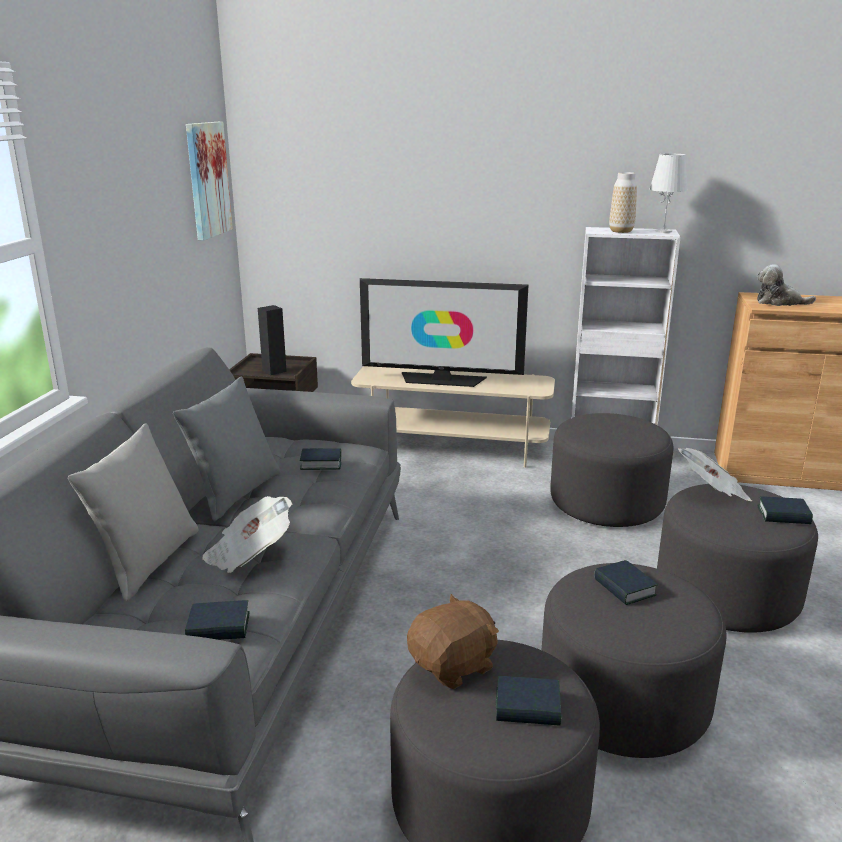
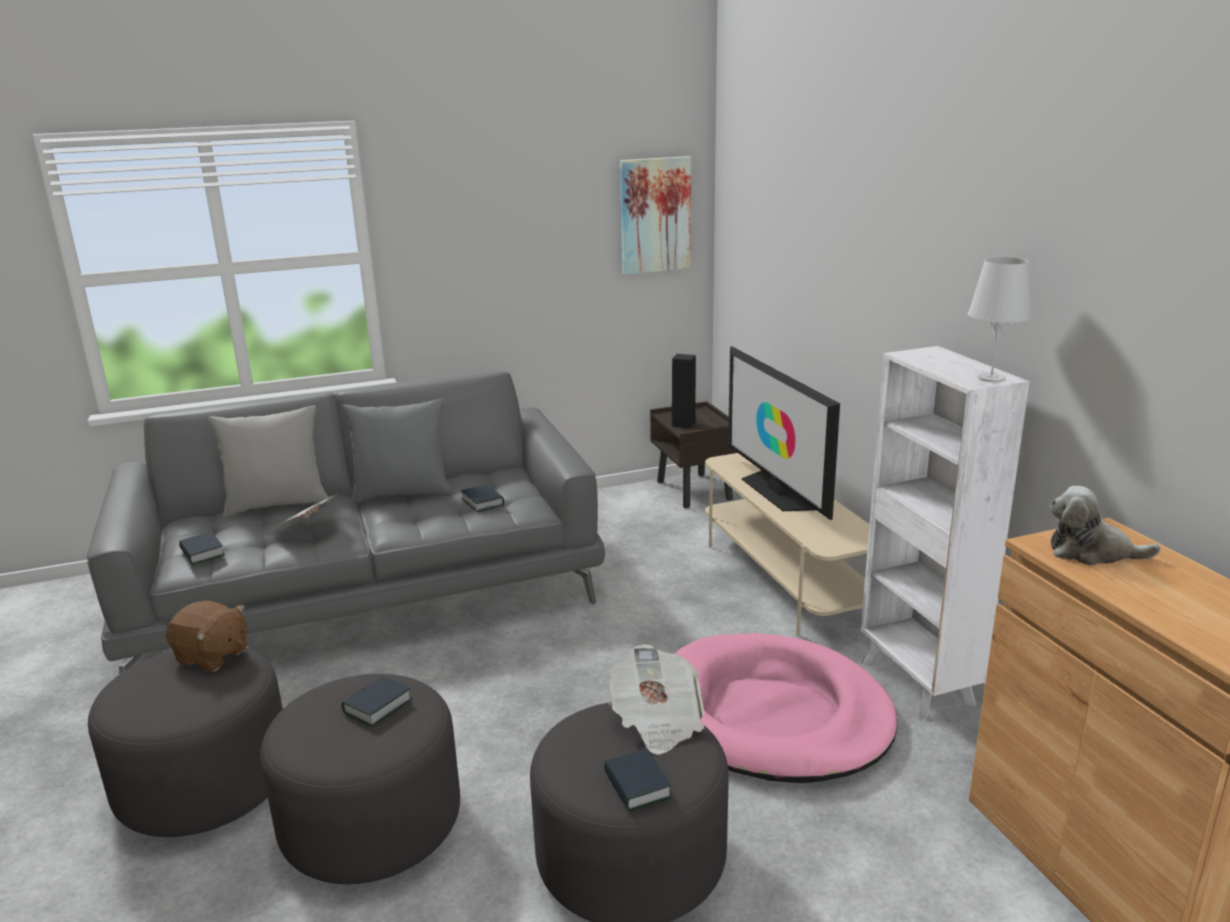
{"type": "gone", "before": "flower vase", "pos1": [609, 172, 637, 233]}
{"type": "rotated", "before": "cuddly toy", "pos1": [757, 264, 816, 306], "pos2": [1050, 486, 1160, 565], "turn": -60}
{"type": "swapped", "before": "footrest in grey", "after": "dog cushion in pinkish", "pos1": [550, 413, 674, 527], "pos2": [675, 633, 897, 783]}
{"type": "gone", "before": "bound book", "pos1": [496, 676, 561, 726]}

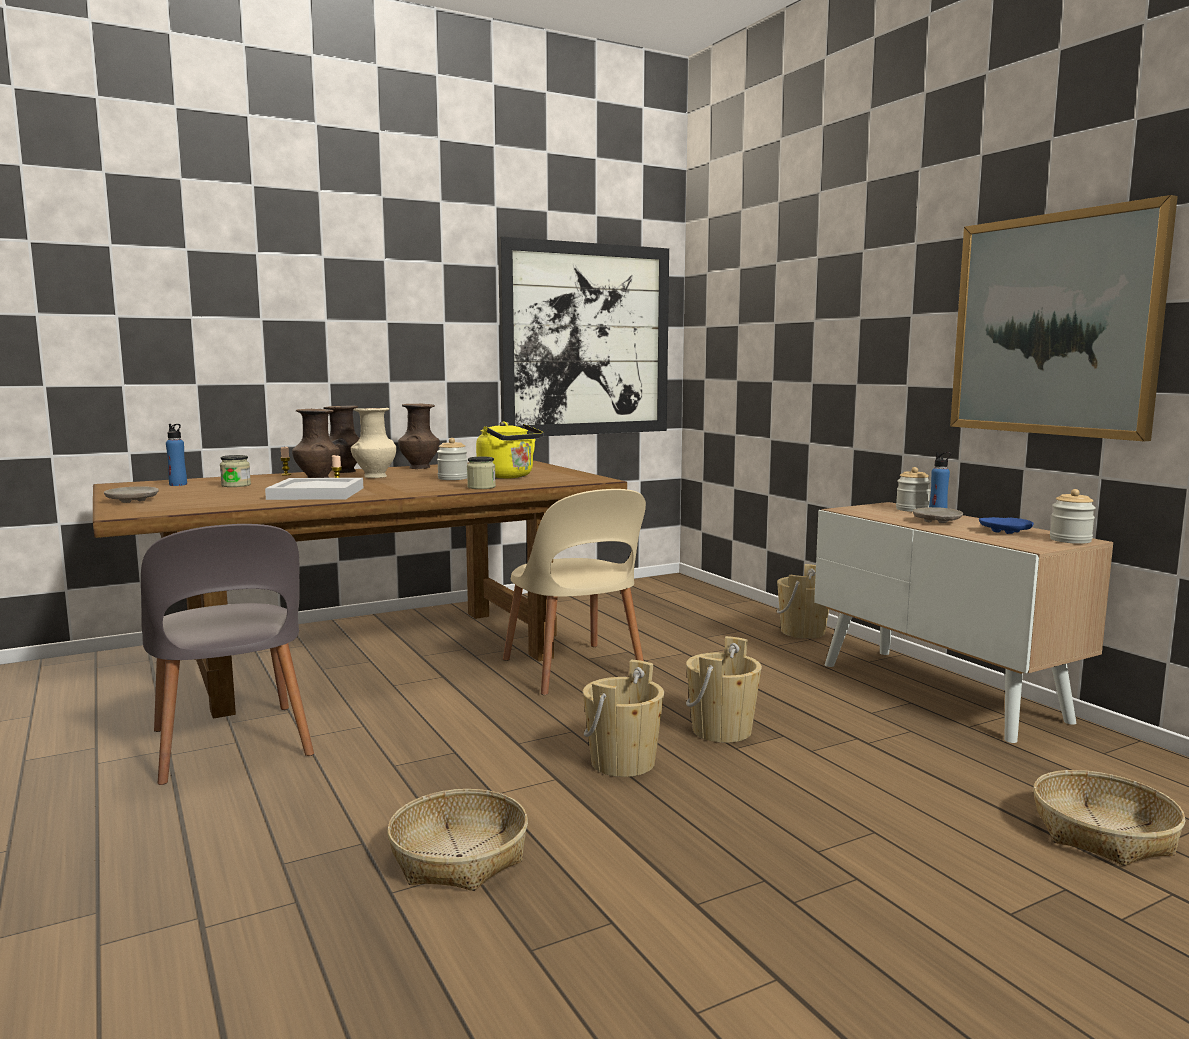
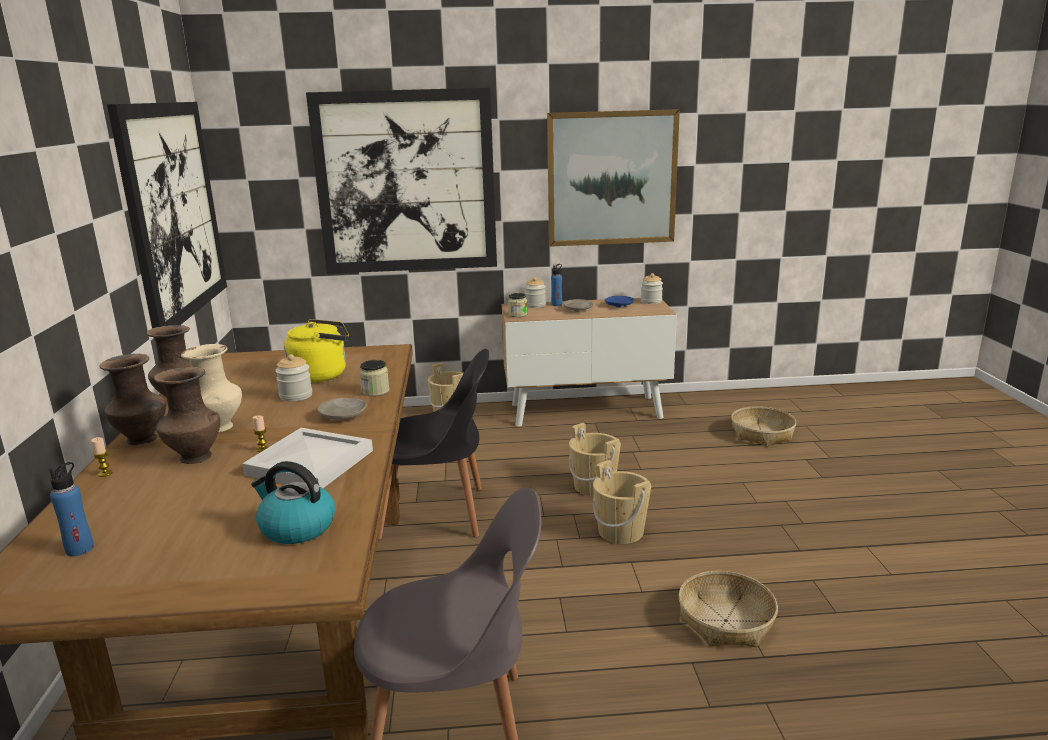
{"type": "shifted", "before": "preserve jar", "pos1": [220, 455, 251, 487], "pos2": [508, 293, 528, 317]}
{"type": "shifted", "before": "plate in beige", "pos1": [104, 486, 159, 503], "pos2": [317, 398, 367, 420]}
{"type": "repainted", "before": "upright chair in beige", "after": "upright chair in black", "pos1": [503, 489, 646, 695], "pos2": [378, 349, 489, 540]}
{"type": "new", "after": "wall picture", "pos2": [306, 88, 497, 274]}
{"type": "new", "after": "kettle", "pos2": [251, 461, 335, 544]}

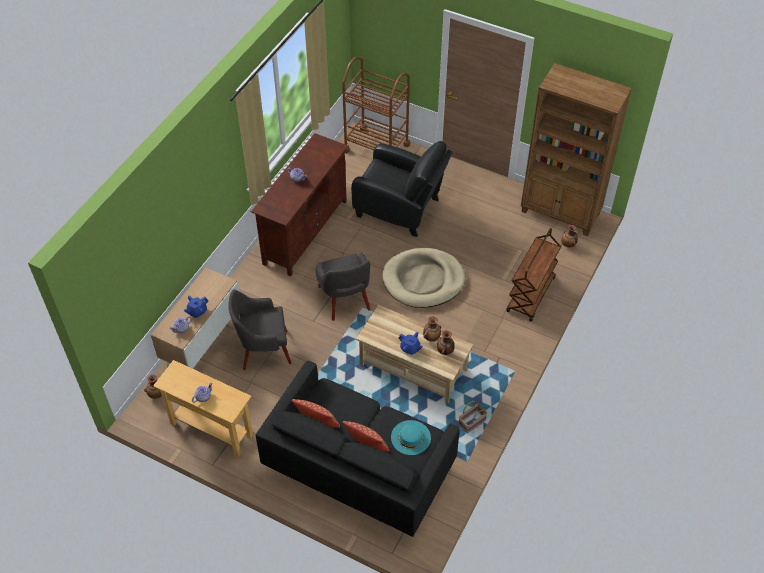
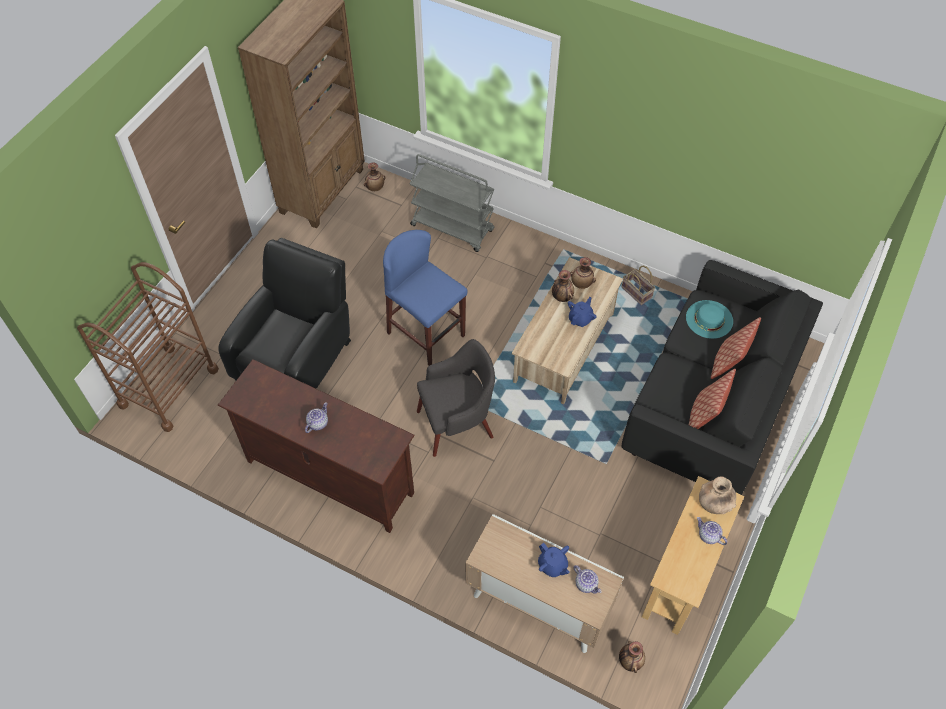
{"type": "repainted", "before": "wheeled cart in brown-coloured", "after": "wheeled cart in grey", "pos1": [506, 228, 561, 322], "pos2": [410, 154, 494, 252]}
{"type": "swapped", "before": "dog cushion in beige", "after": "stool in blue-coloured", "pos1": [382, 248, 465, 308], "pos2": [383, 230, 468, 366]}
{"type": "gone", "before": "lounge chair in grey", "pos1": [228, 290, 292, 370]}
{"type": "new", "after": "flower vase in brown-coloured", "pos2": [699, 476, 736, 514]}

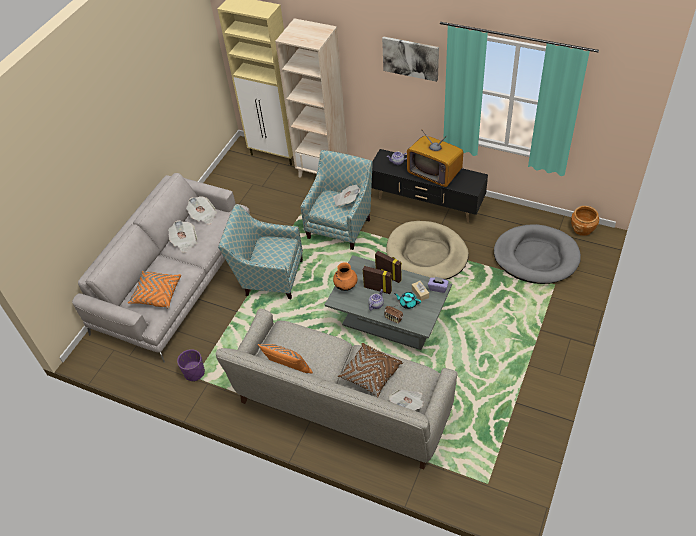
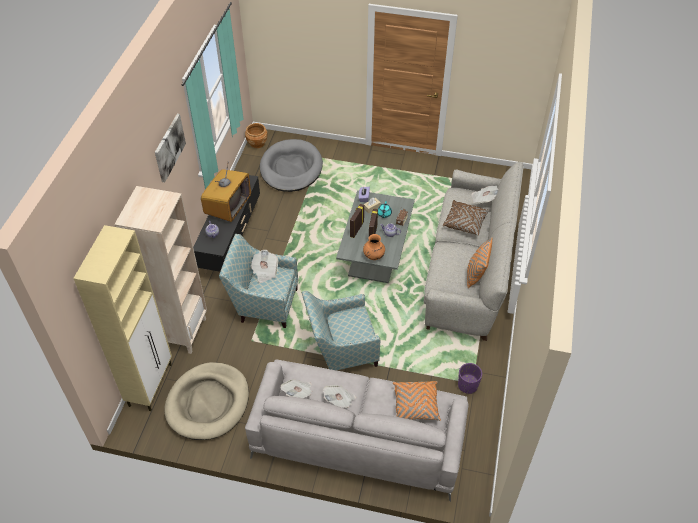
{"type": "rotated", "before": "lounge chair", "pos1": [218, 205, 303, 299], "pos2": [301, 291, 380, 371], "turn": 75}
{"type": "shifted", "before": "dog cushion in beige", "pos1": [386, 221, 469, 280], "pos2": [164, 362, 249, 440]}

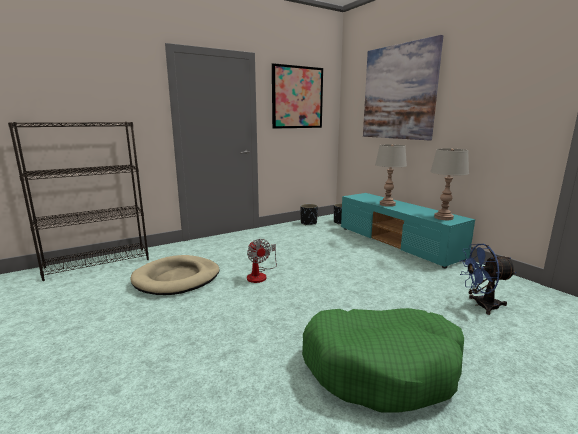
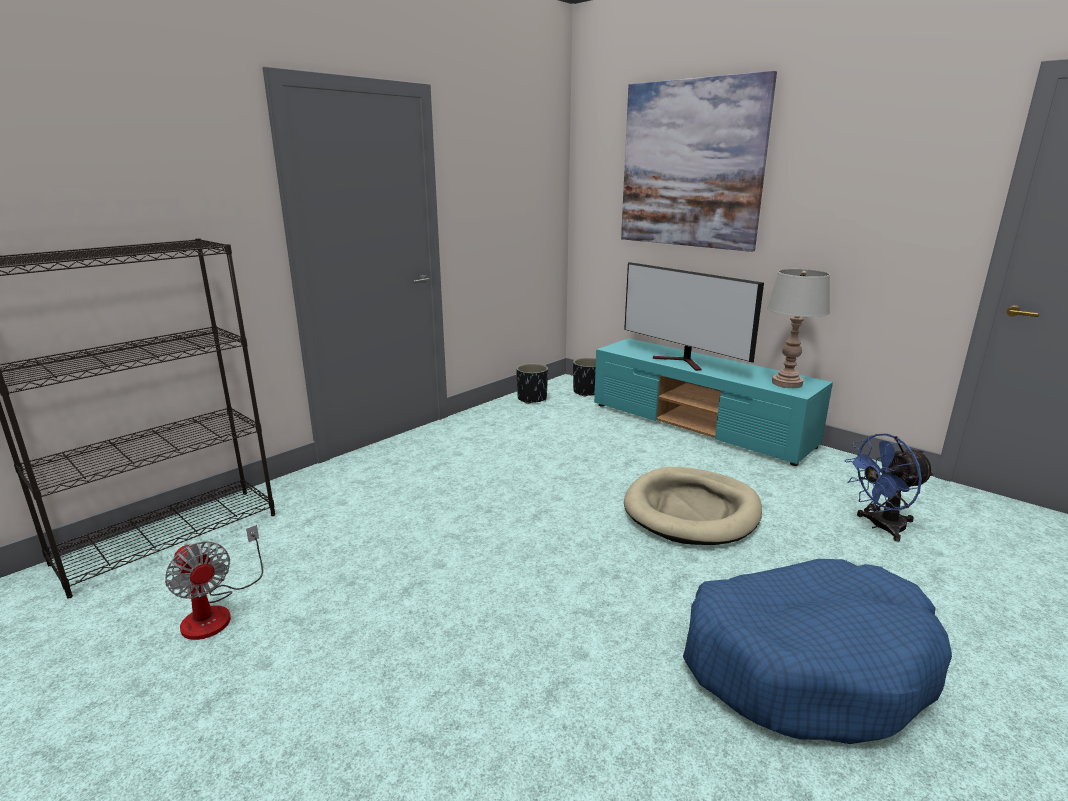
{"type": "gone", "before": "wall picture", "pos1": [272, 63, 323, 129]}
{"type": "swapped", "before": "tabletop lamp in grey", "after": "TV set", "pos1": [375, 144, 407, 207], "pos2": [624, 262, 764, 371]}
{"type": "shifted", "before": "fan", "pos1": [247, 239, 277, 283], "pos2": [165, 525, 263, 640]}
{"type": "shifted", "before": "dog cushion in beige", "pos1": [131, 255, 219, 295], "pos2": [624, 467, 762, 545]}
{"type": "repainted", "before": "dog cushion in greenish", "after": "dog cushion in blue-coloured", "pos1": [302, 308, 464, 412], "pos2": [683, 559, 952, 744]}

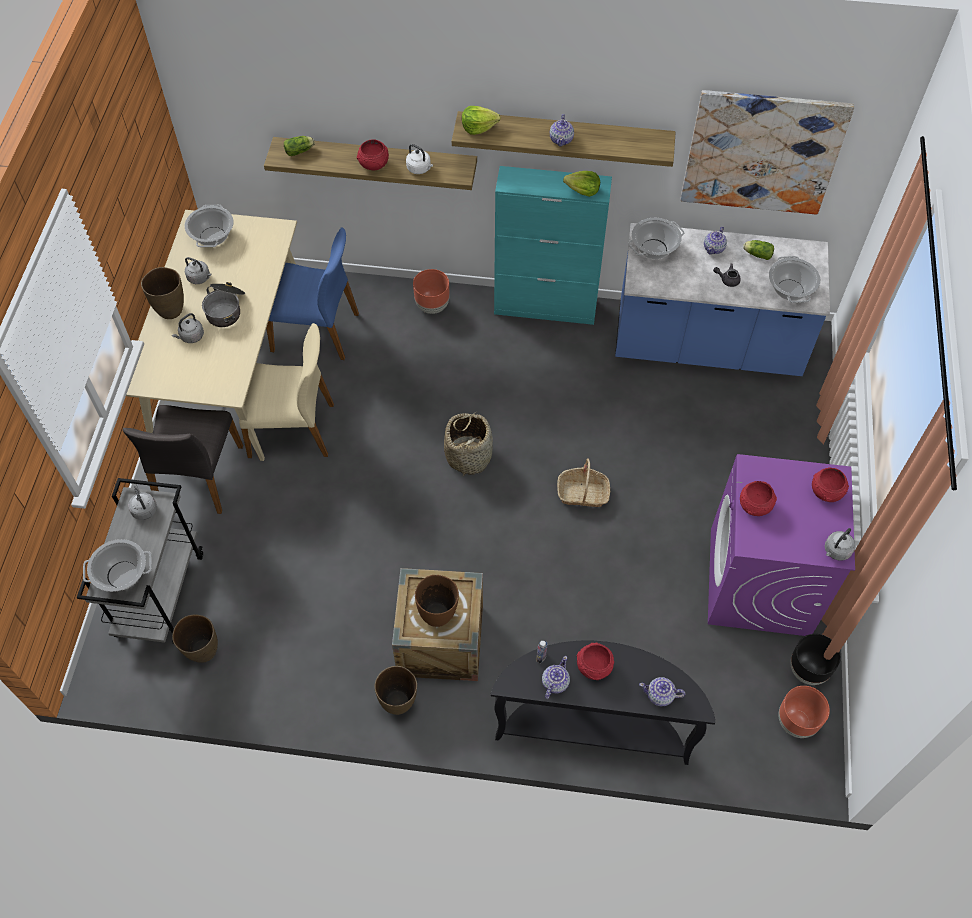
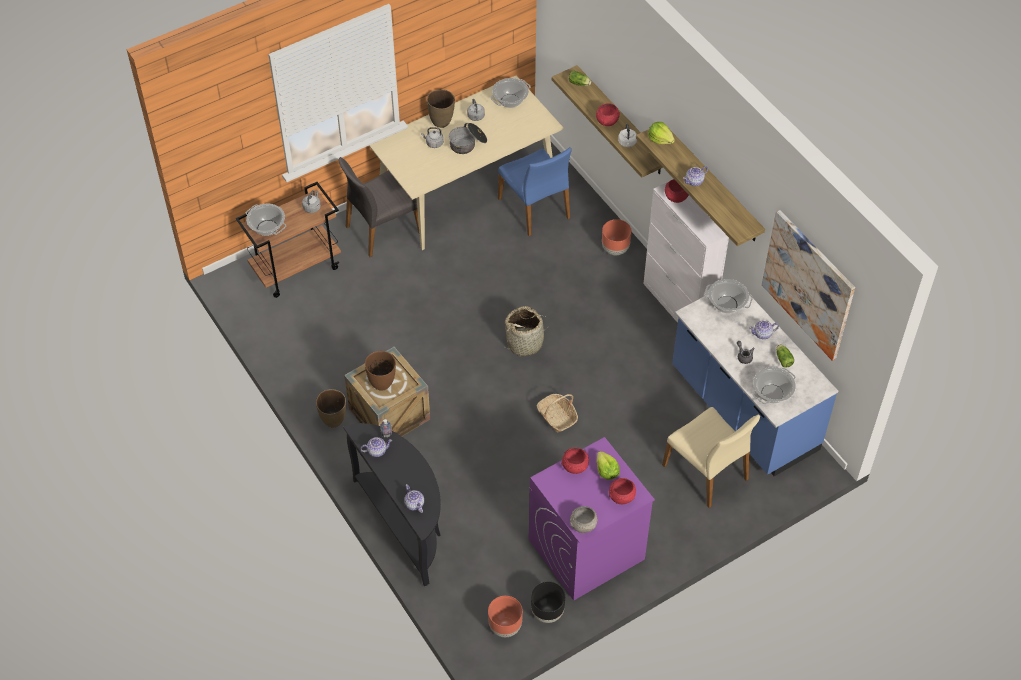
{"type": "repainted", "before": "cabinet in turquoise-coloured", "after": "cabinet in white", "pos1": [494, 166, 612, 325], "pos2": [643, 179, 729, 323]}
{"type": "shifted", "before": "lettuce", "pos1": [563, 171, 600, 197], "pos2": [597, 451, 620, 480]}
{"type": "shifted", "before": "upright chair in beige", "pos1": [239, 323, 334, 458], "pos2": [662, 407, 760, 508]}
{"type": "repainted", "before": "wheeled cart in grey", "after": "wheeled cart in brown-coloured", "pos1": [76, 478, 203, 644], "pos2": [236, 182, 341, 298]}
{"type": "swapped", "before": "kettle in grey", "after": "deep dish in grey", "pos1": [825, 528, 856, 560], "pos2": [570, 506, 598, 533]}
{"type": "gone", "before": "flower vase in brown-coloured", "pos1": [172, 614, 218, 663]}
{"type": "shifted", "before": "deep dish in red", "pos1": [577, 643, 614, 680], "pos2": [665, 179, 689, 203]}

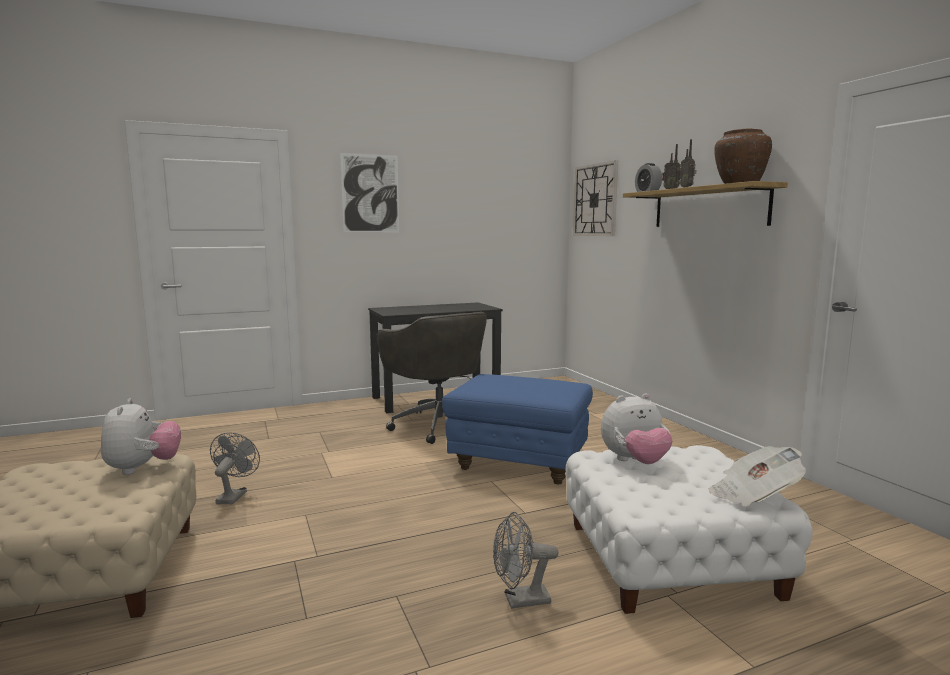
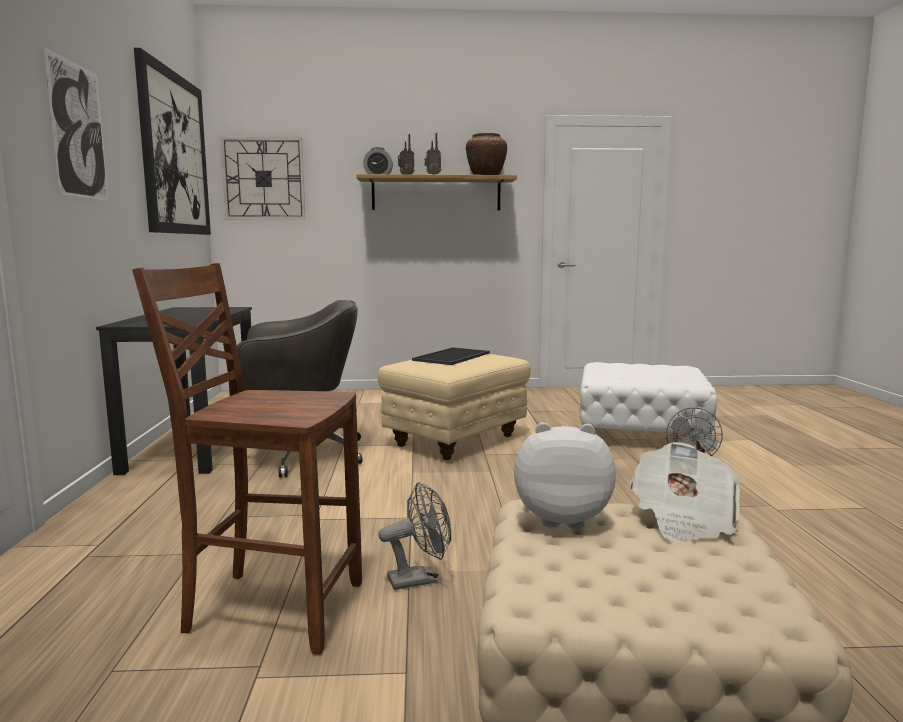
{"type": "repainted", "before": "footrest in blue-coloured", "after": "footrest in beige", "pos1": [442, 374, 593, 485], "pos2": [378, 354, 531, 460]}
{"type": "gone", "before": "cuddly toy", "pos1": [601, 394, 672, 464]}
{"type": "rotated", "before": "fan in grey", "pos1": [210, 432, 260, 504], "pos2": [378, 482, 451, 590], "turn": 135}
{"type": "shifted", "before": "newspaper", "pos1": [709, 446, 806, 507], "pos2": [630, 442, 741, 543]}
{"type": "new", "after": "wall picture", "pos2": [134, 48, 211, 235]}
{"type": "new", "after": "upright chair in brown-coloured", "pos2": [132, 263, 362, 655]}
{"type": "new", "after": "serving tray", "pos2": [412, 347, 490, 365]}

